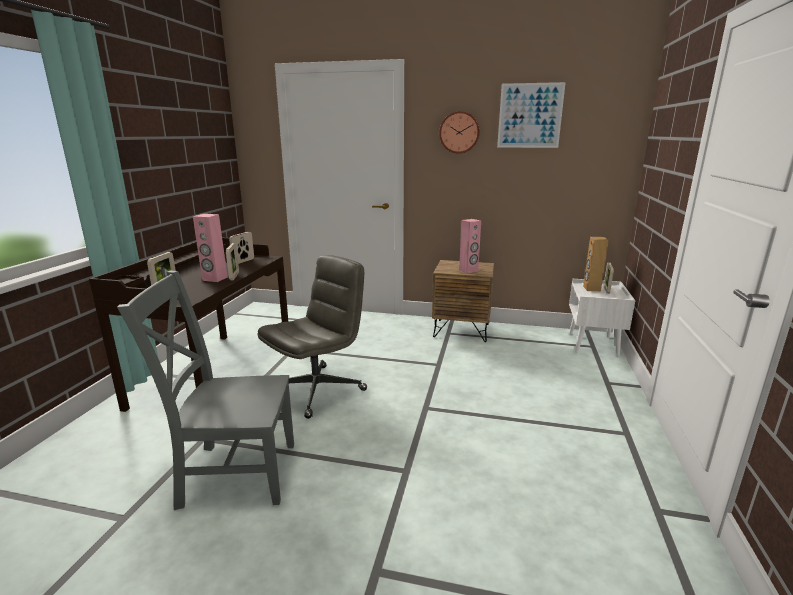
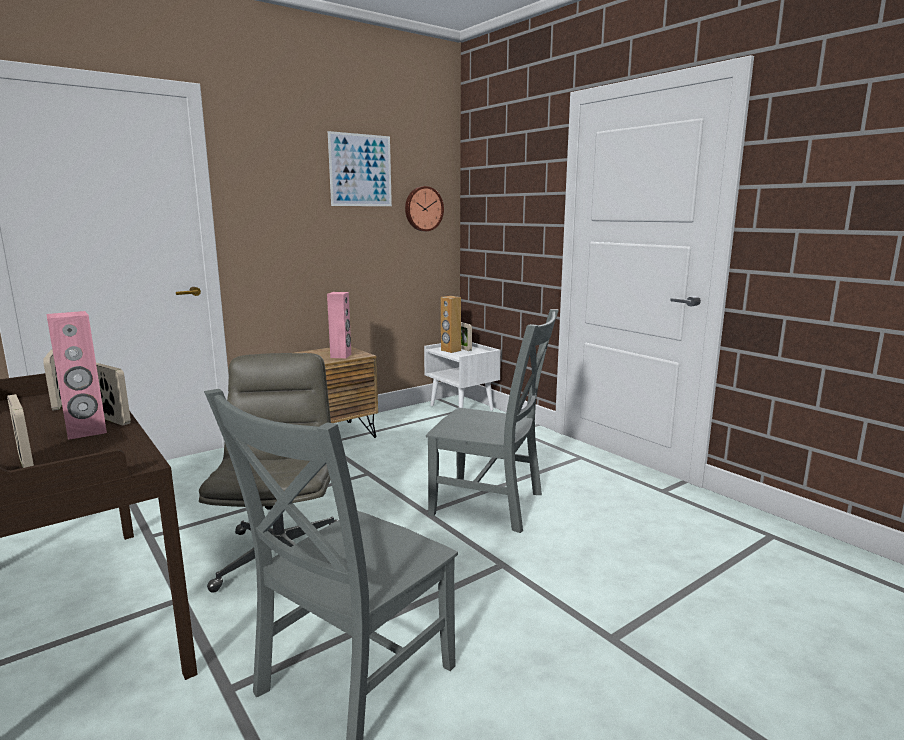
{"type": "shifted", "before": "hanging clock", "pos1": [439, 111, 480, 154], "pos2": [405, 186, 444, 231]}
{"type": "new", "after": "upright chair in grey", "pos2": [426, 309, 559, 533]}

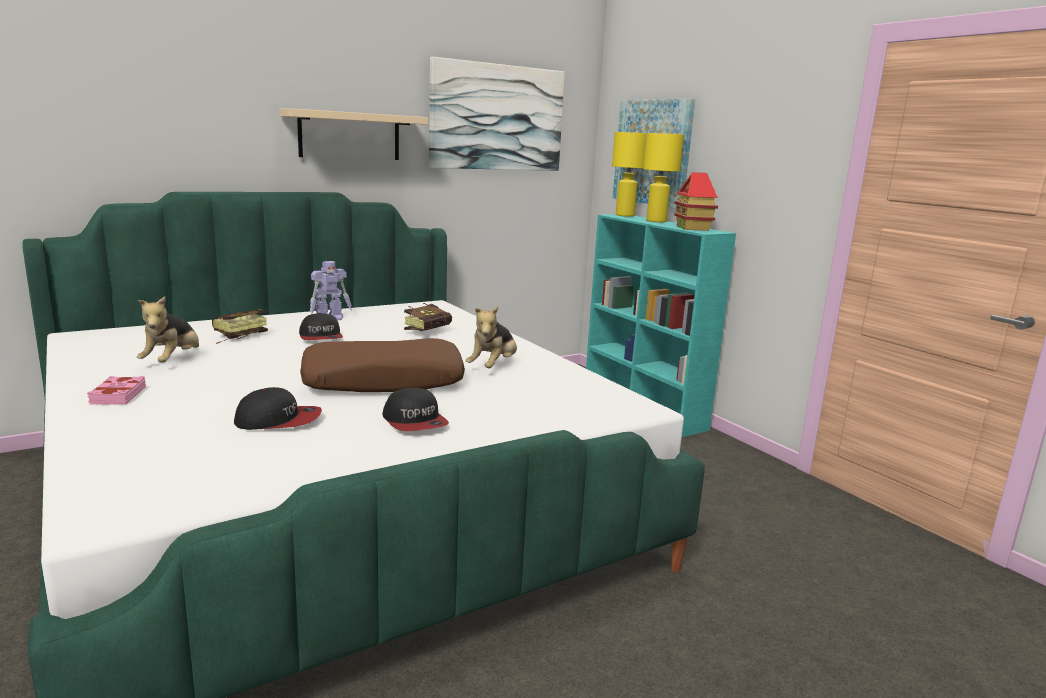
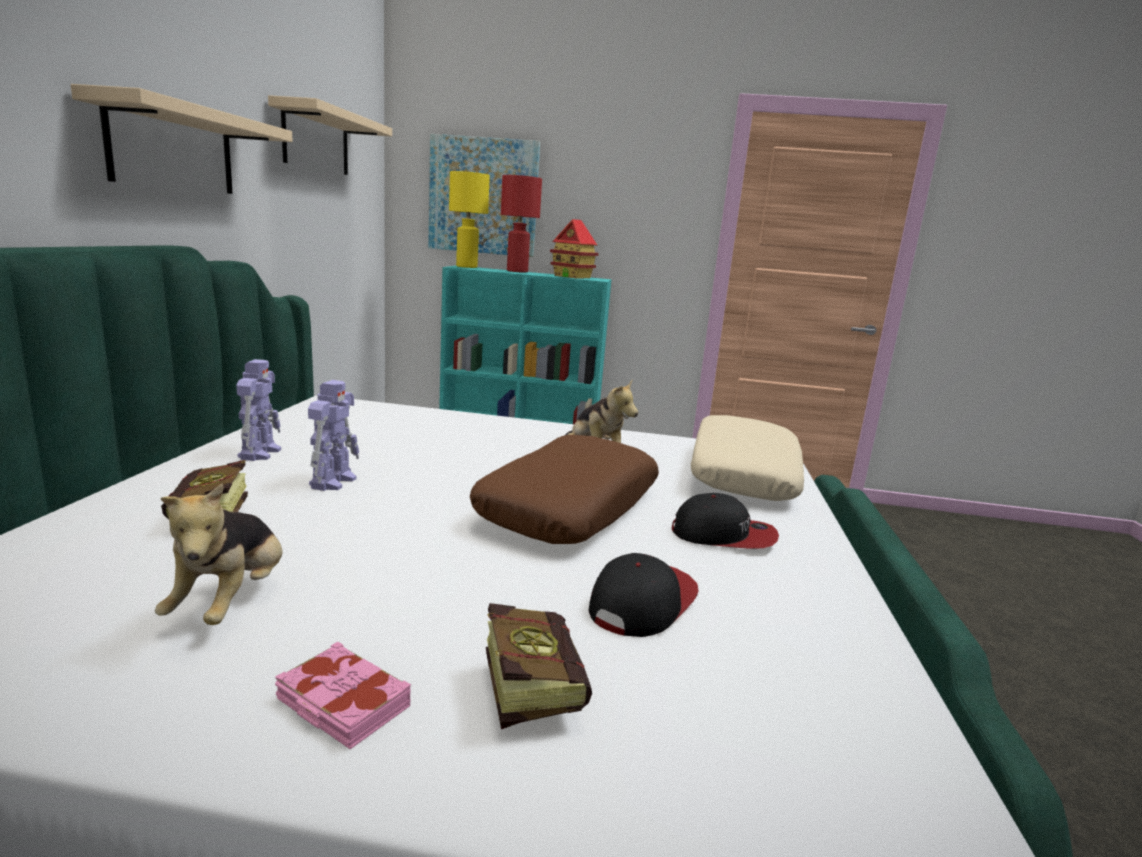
{"type": "swapped", "before": "wall picture", "after": "shelf in beige", "pos1": [429, 57, 565, 171], "pos2": [268, 95, 392, 175]}
{"type": "repainted", "before": "tabletop lamp in yellow", "after": "tabletop lamp in red", "pos1": [643, 133, 684, 222], "pos2": [501, 175, 542, 273]}
{"type": "rotated", "before": "cuddly toy", "pos1": [137, 296, 199, 362], "pos2": [155, 483, 282, 625], "turn": 45}
{"type": "shifted", "before": "bound book", "pos1": [404, 303, 452, 331], "pos2": [486, 603, 592, 729]}
{"type": "swapped", "before": "baseball cap", "after": "robot figure", "pos1": [299, 313, 343, 340], "pos2": [308, 380, 359, 491]}
{"type": "new", "after": "throw pillow in beige", "pos2": [691, 415, 804, 501]}

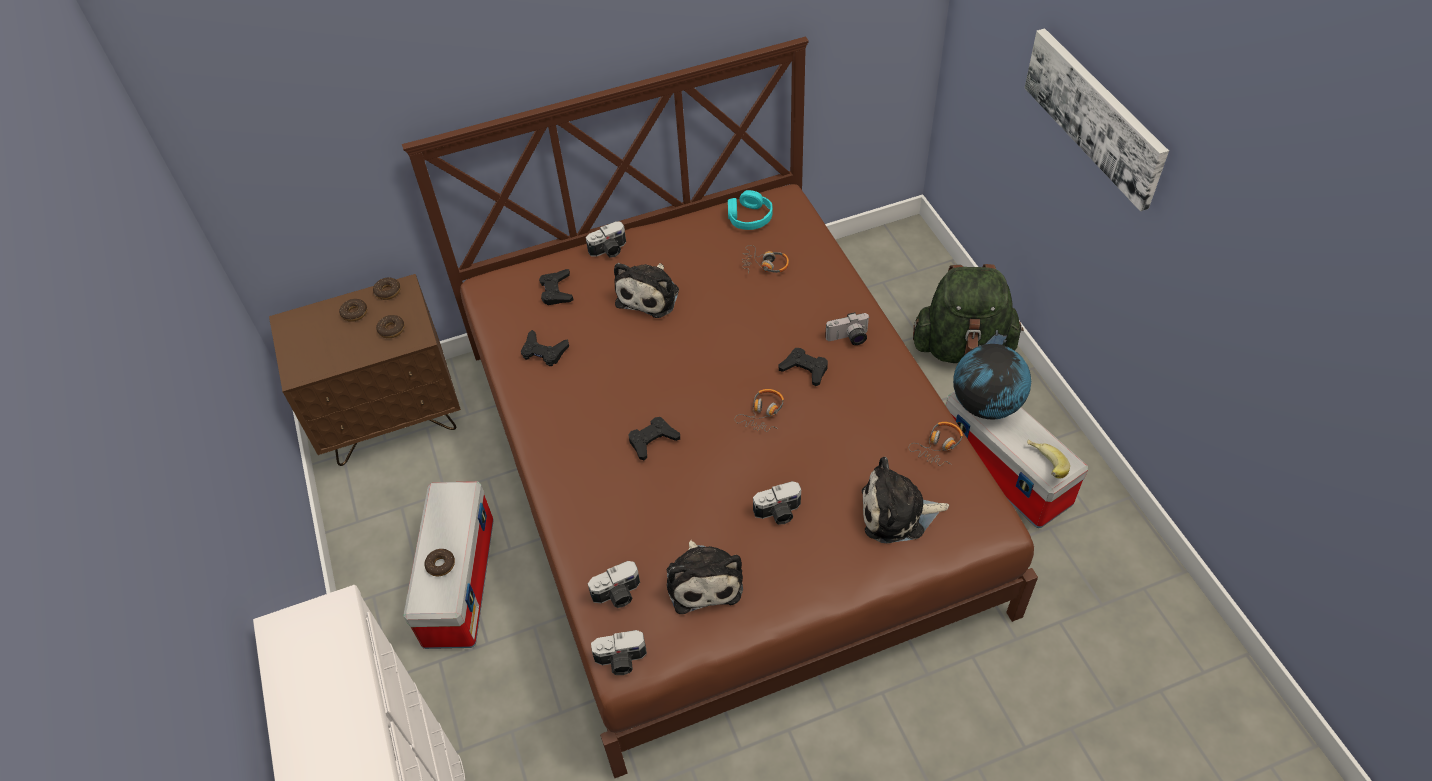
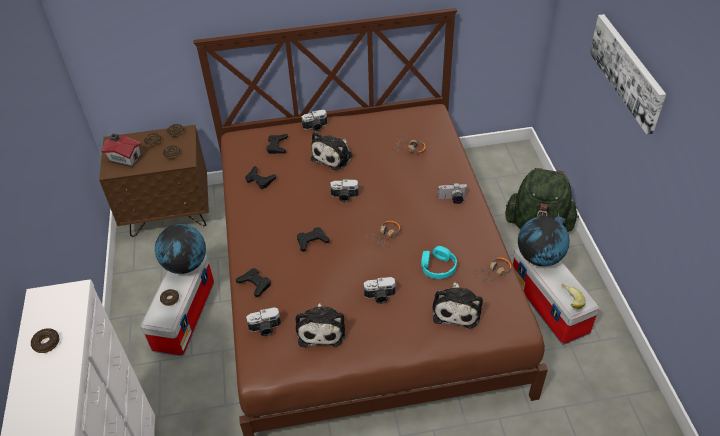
{"type": "shifted", "before": "headphones in turquoise-coloured", "pos1": [728, 190, 773, 230], "pos2": [421, 246, 457, 279]}
{"type": "shifted", "before": "joypad in black", "pos1": [779, 348, 828, 386], "pos2": [236, 268, 271, 297]}
{"type": "rotated", "before": "cuddly toy", "pos1": [862, 457, 949, 543], "pos2": [432, 282, 483, 329], "turn": -90}
{"type": "shifted", "before": "still camera", "pos1": [591, 630, 647, 675], "pos2": [330, 179, 359, 202]}
{"type": "new", "after": "toy house", "pos2": [101, 133, 142, 167]}
{"type": "new", "after": "world globe", "pos2": [155, 224, 206, 274]}
{"type": "new", "after": "doughnut", "pos2": [31, 328, 59, 353]}

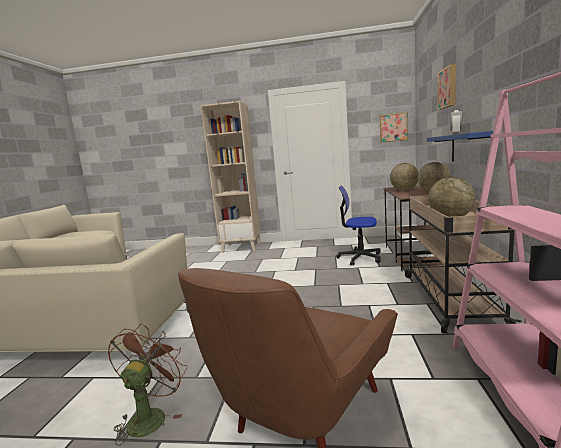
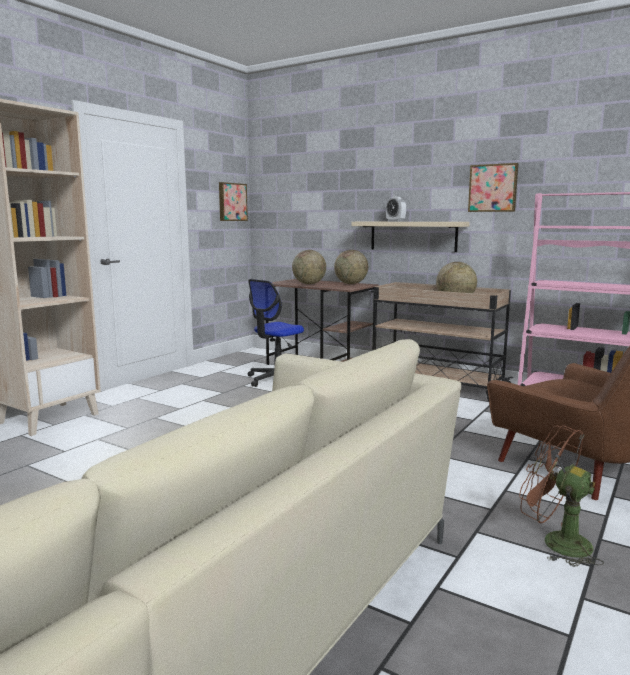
{"type": "shifted", "before": "wall picture", "pos1": [438, 64, 456, 110], "pos2": [468, 163, 518, 212]}
{"type": "repainted", "before": "shelf in blue-coloured", "after": "shelf in beige", "pos1": [427, 131, 493, 162], "pos2": [351, 222, 470, 252]}

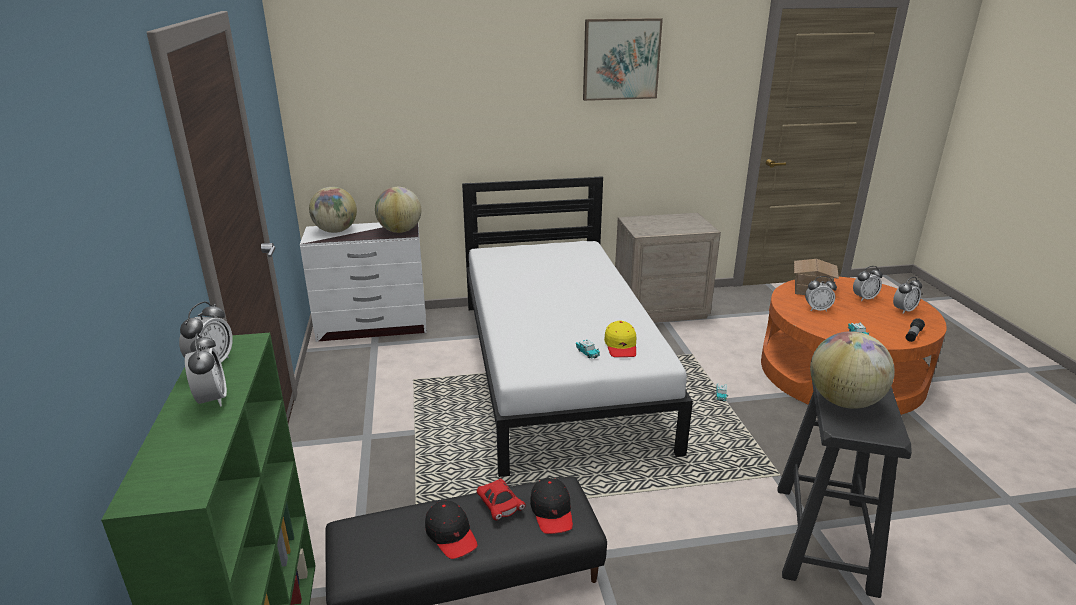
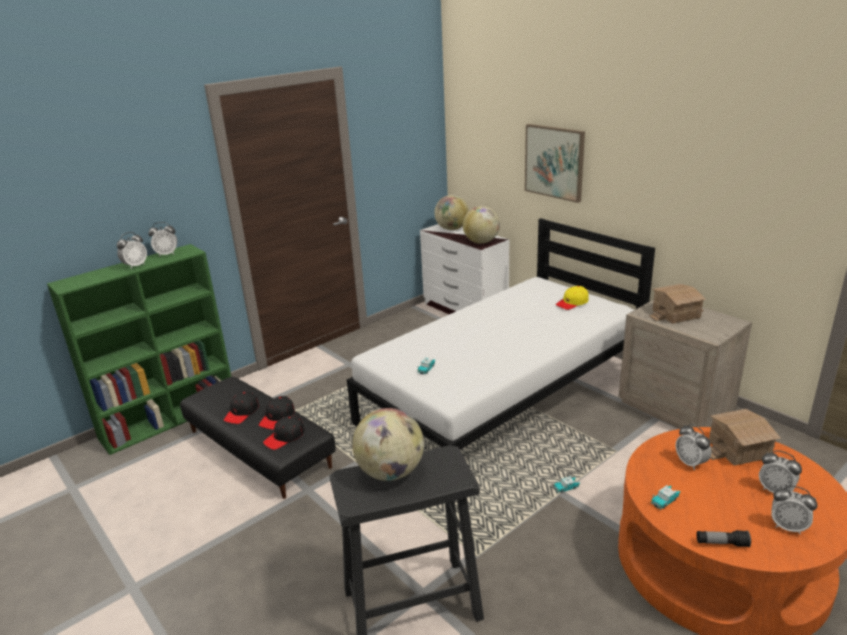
{"type": "shifted", "before": "wall picture", "pos1": [583, 18, 663, 101], "pos2": [525, 124, 585, 203]}
{"type": "shifted", "before": "baseball cap in yellow", "pos1": [604, 320, 636, 357], "pos2": [556, 286, 589, 310]}
{"type": "swapped", "before": "miniature car in red", "after": "baseball cap in black", "pos1": [477, 478, 526, 520], "pos2": [259, 396, 295, 430]}
{"type": "new", "after": "toy house", "pos2": [649, 284, 706, 324]}

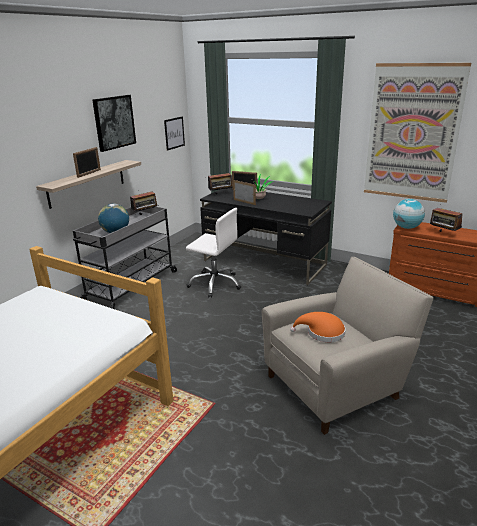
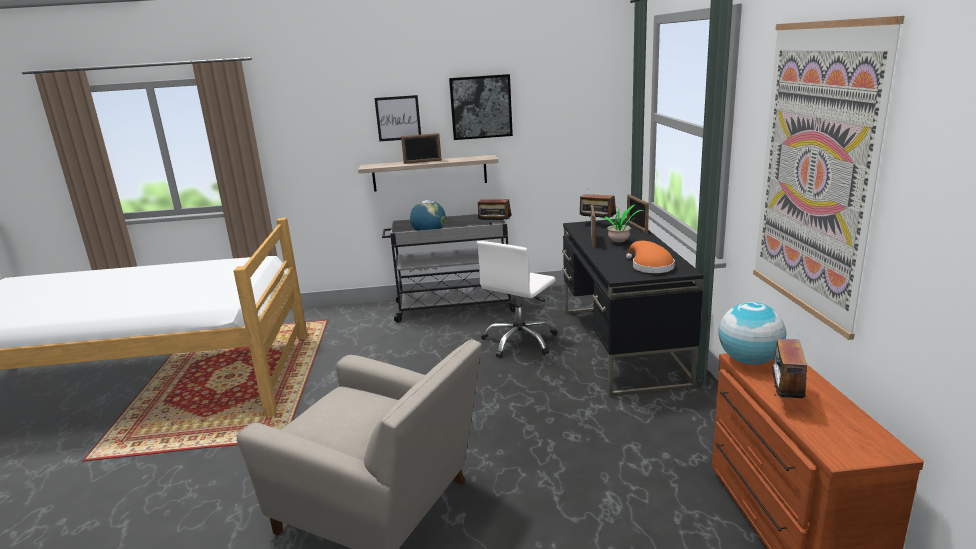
{"type": "shifted", "before": "wall picture", "pos1": [164, 116, 185, 151], "pos2": [374, 95, 421, 142]}
{"type": "rotated", "before": "computer chair in white", "pos1": [186, 208, 241, 298], "pos2": [477, 241, 557, 358], "turn": 45}
{"type": "shifted", "before": "clothing hat in orange-coloured", "pos1": [290, 312, 346, 342], "pos2": [626, 241, 675, 273]}

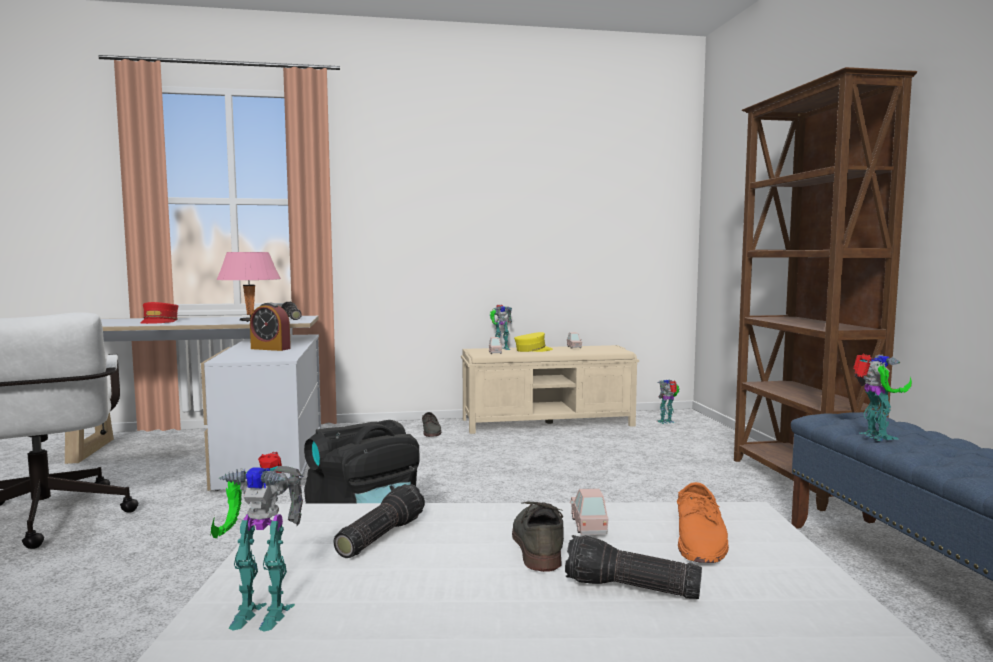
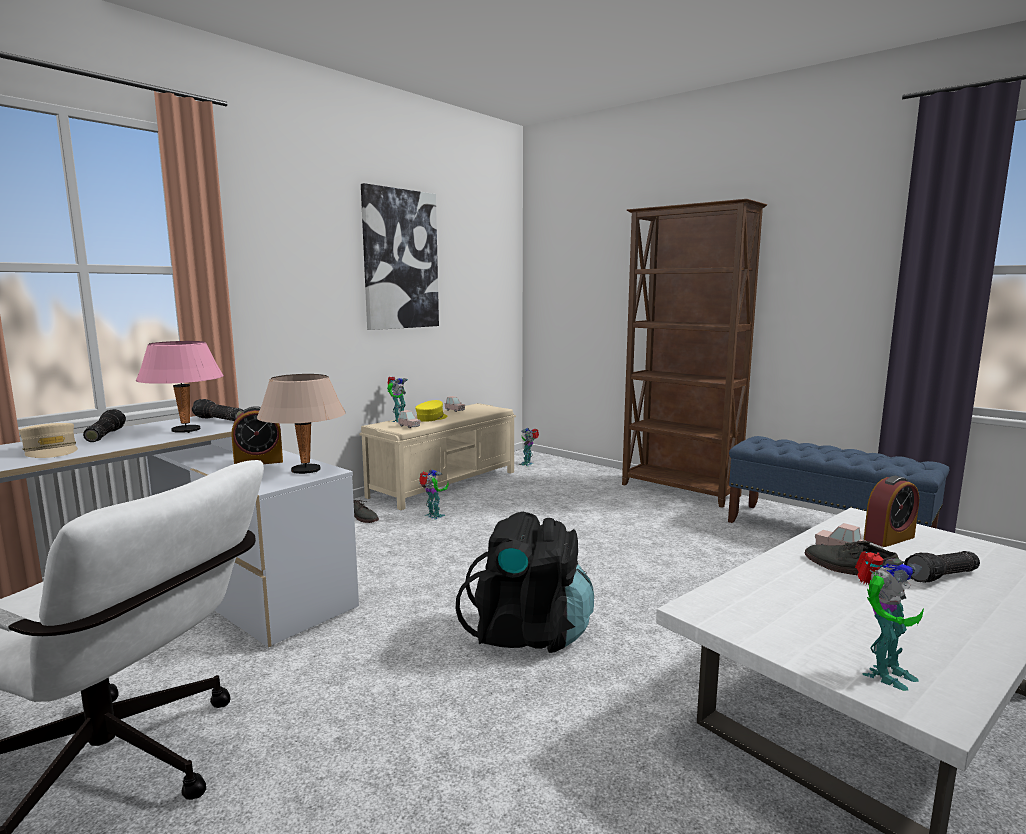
{"type": "repainted", "before": "baseball cap in red", "after": "baseball cap in beige", "pos1": [141, 302, 178, 324], "pos2": [19, 423, 78, 458]}
{"type": "shifted", "before": "robot figure", "pos1": [853, 354, 912, 441], "pos2": [419, 469, 449, 520]}
{"type": "swapped", "before": "low shoe in orange-coloured", "after": "alarm clock", "pos1": [677, 482, 729, 563], "pos2": [863, 476, 919, 547]}
{"type": "shifted", "before": "torch", "pos1": [333, 484, 425, 558], "pos2": [83, 409, 126, 442]}
{"type": "new", "after": "wall picture", "pos2": [361, 183, 439, 330]}
{"type": "new", "after": "tabletop lamp in beige", "pos2": [257, 374, 346, 474]}

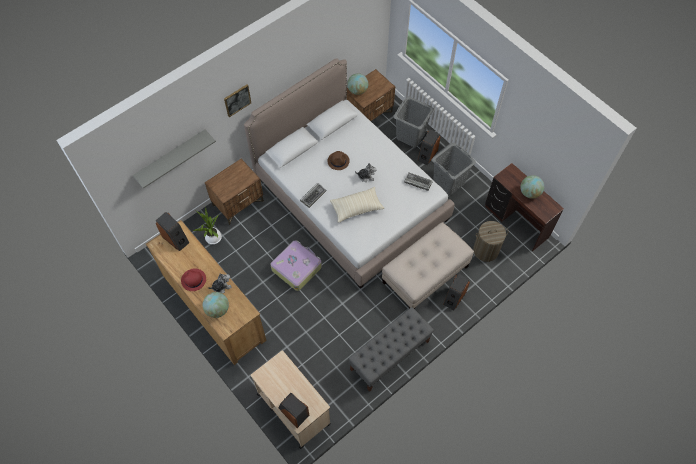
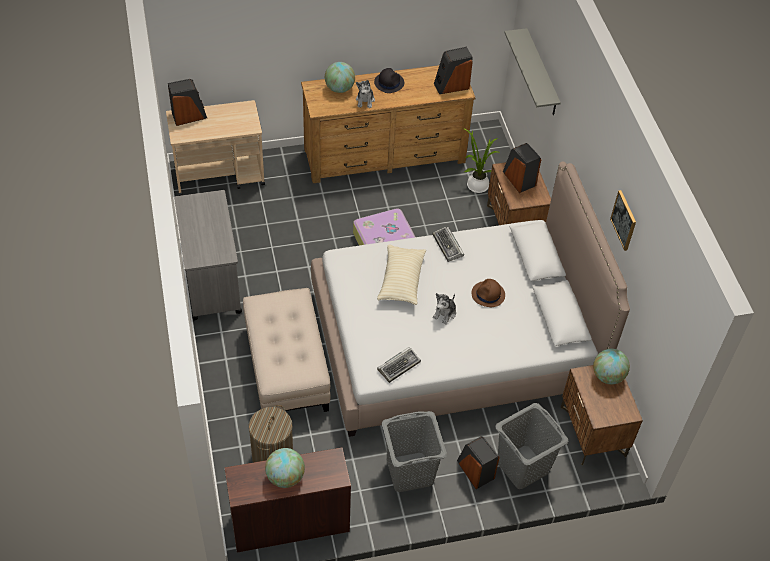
{"type": "shifted", "before": "wall picture", "pos1": [224, 84, 251, 117], "pos2": [610, 190, 636, 251]}
{"type": "repainted", "before": "clothing hat in red", "after": "clothing hat in black", "pos1": [181, 268, 206, 291], "pos2": [374, 68, 404, 93]}
{"type": "shifted", "before": "loudspeaker", "pos1": [443, 274, 470, 310], "pos2": [503, 143, 541, 193]}
{"type": "swapped", "before": "indoor bench in grey", "after": "wheeled cart in grey", "pos1": [348, 307, 434, 392], "pos2": [174, 190, 242, 321]}

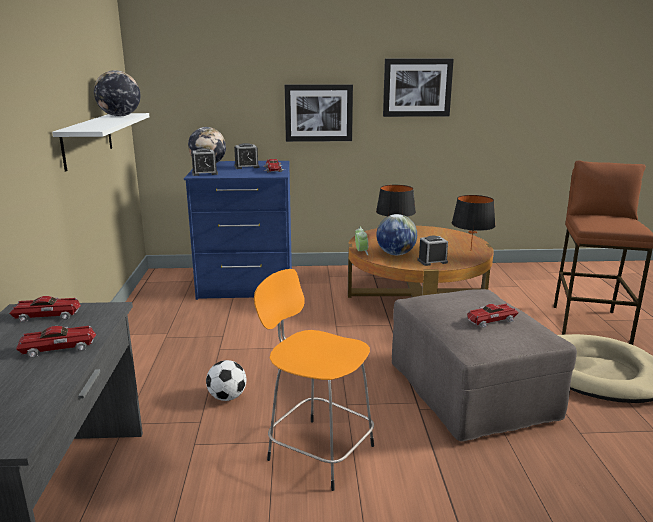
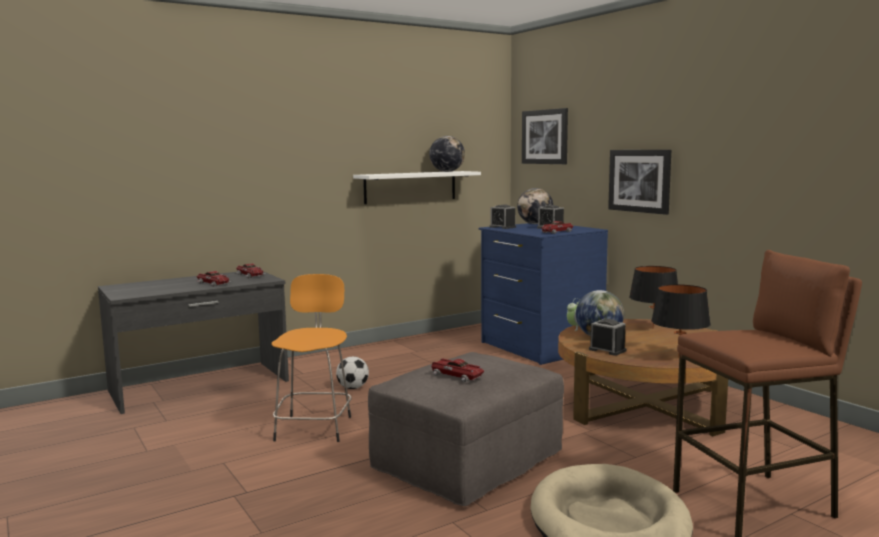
{"type": "shifted", "before": "wall picture", "pos1": [383, 59, 454, 117], "pos2": [522, 108, 568, 164]}

